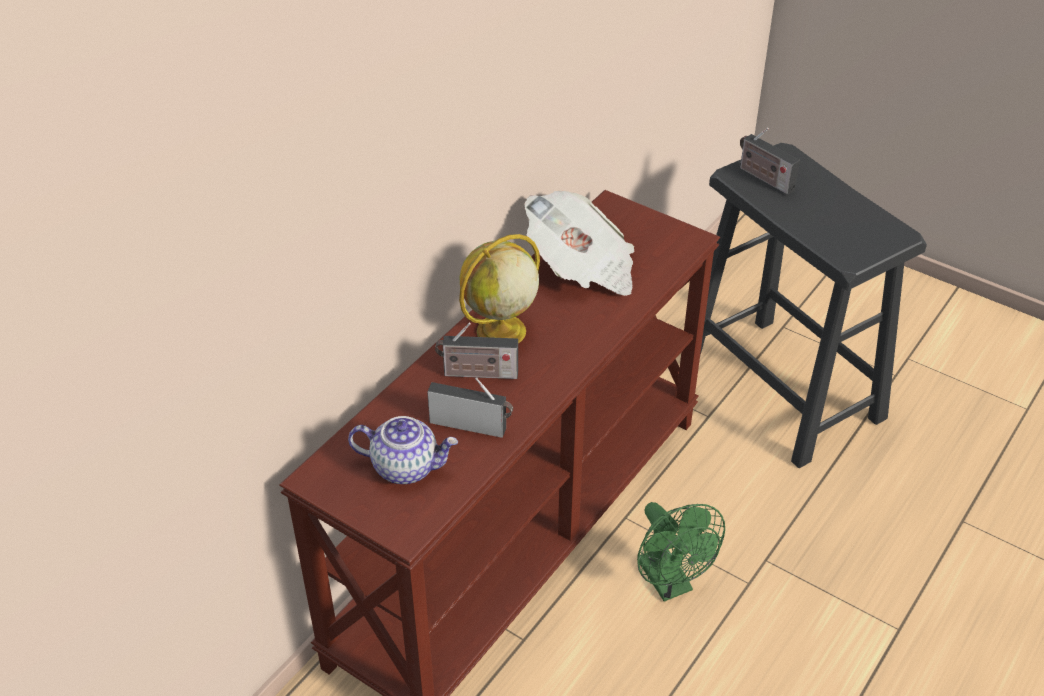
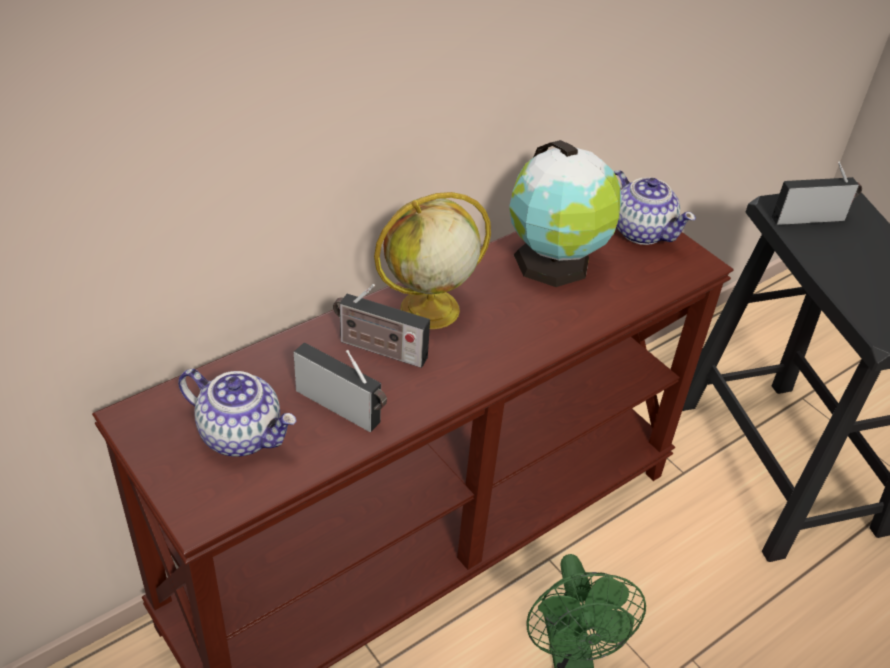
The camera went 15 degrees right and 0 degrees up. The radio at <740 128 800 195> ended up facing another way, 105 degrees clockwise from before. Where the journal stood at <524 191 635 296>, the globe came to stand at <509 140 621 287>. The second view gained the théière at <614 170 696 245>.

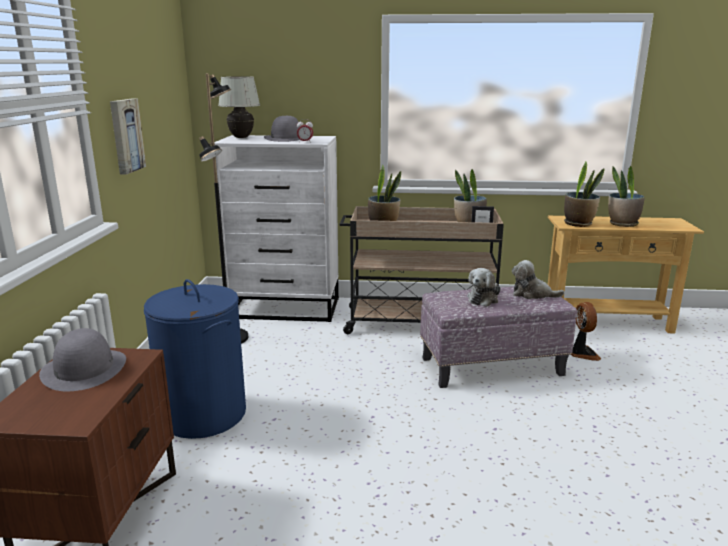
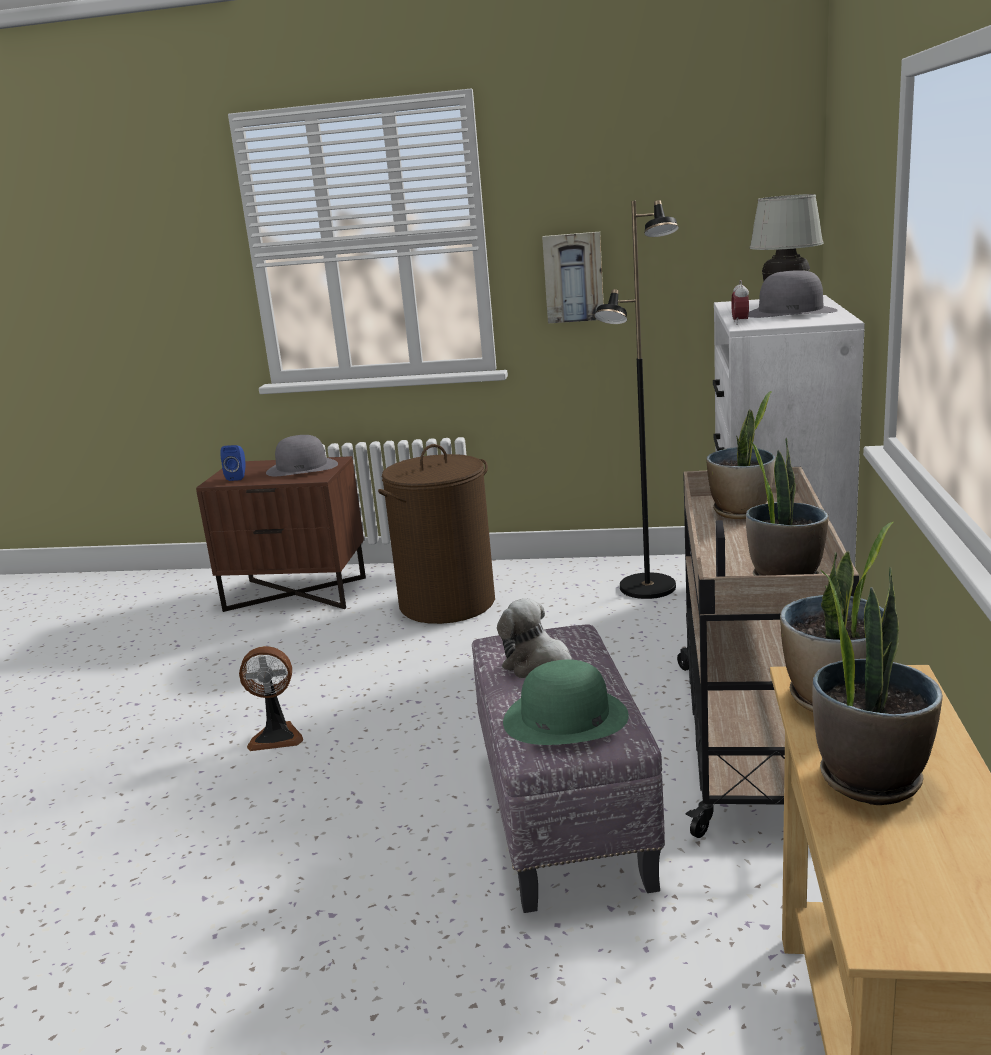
The camera went 95 degrees right and 0 degrees up. Where the peluche stood at <512 260 565 299>, the chapeau/vert came to stand at <503 660 629 745>. What was the panier à linge/bleu at <144 279 246 439> turned into the panier à linge/marron at <378 444 495 624>. The ventilateur ended up elsewhere, having gone from <571 302 601 361> to <239 646 303 751>. The second view gained the enceinte/bleu at <220 445 245 481>.

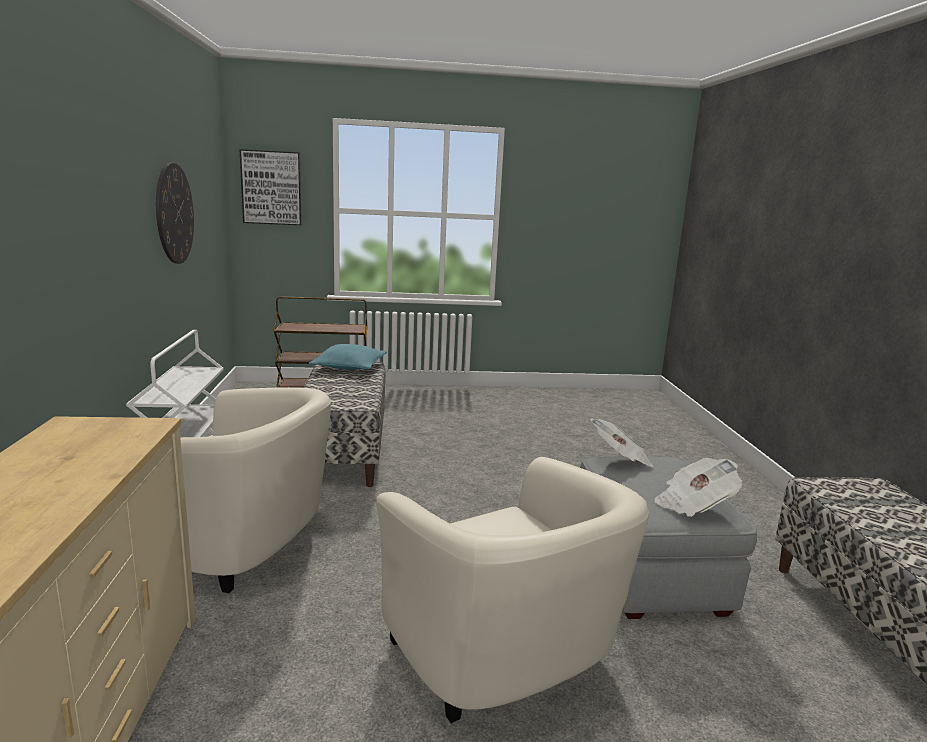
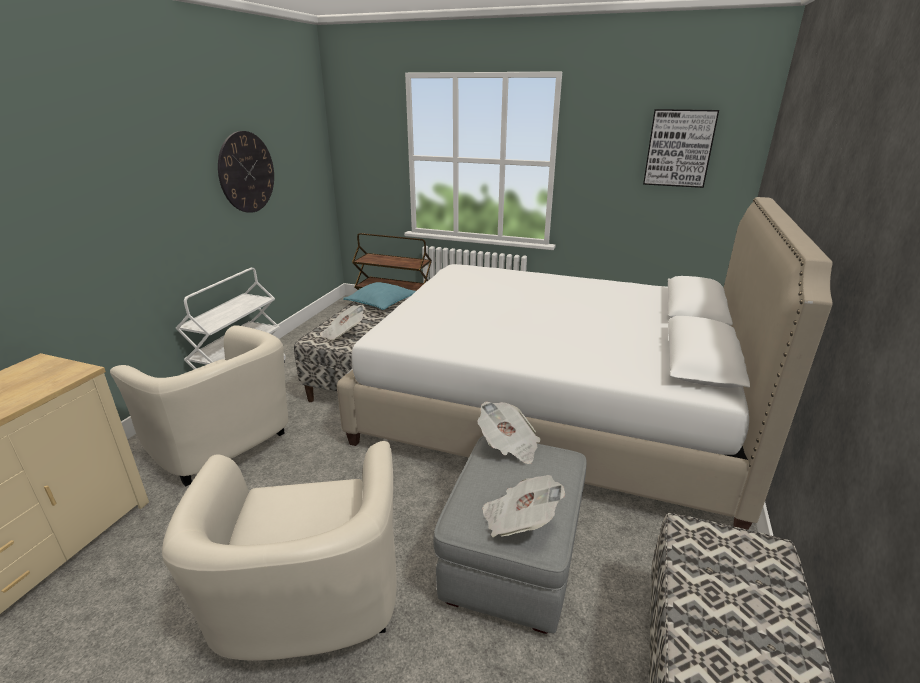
The camera went 25 degrees right and 10 degrees up. The tableau ended up elsewhere, having gone from <239 149 302 225> to <643 109 719 188>. The second view gained the lit/blanc at <337 197 833 530>. The second view gained the journal at <320 305 366 341>.

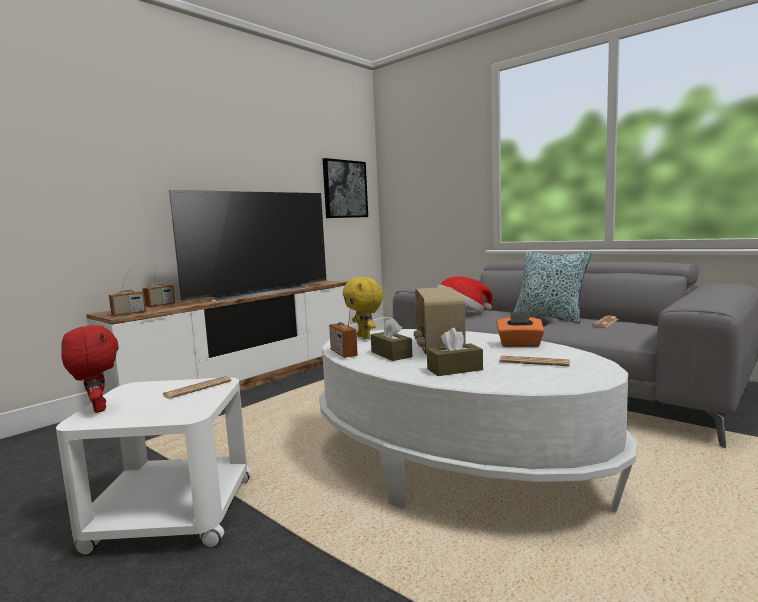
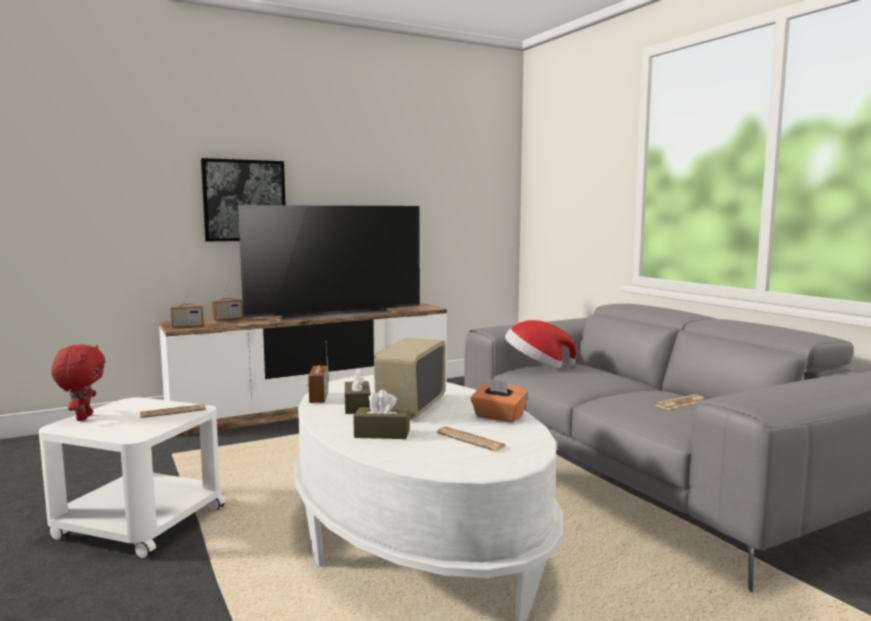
The camera went 20 degrees right and 0 degrees up. The tableau ended up elsewhere, having gone from <323 158 368 218> to <201 158 285 242>. The second view lost the coussin at <514 251 592 323>. The second view lost the peluche/jaune at <343 277 383 339>.

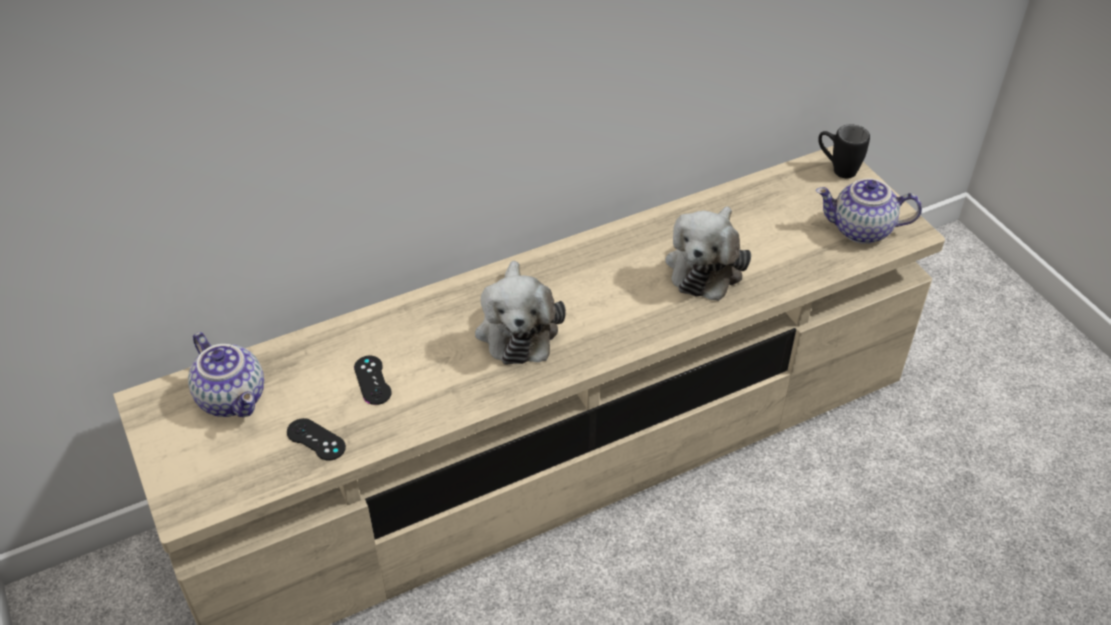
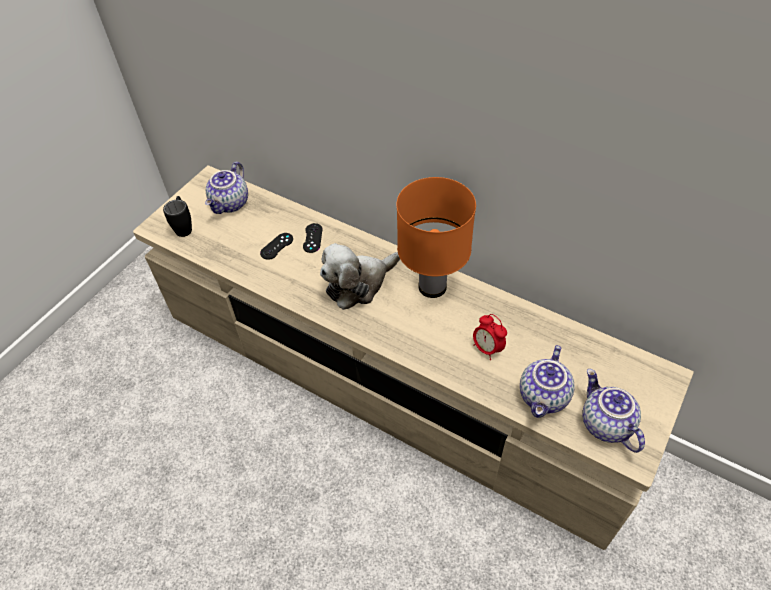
The camera went 60 degrees right and 5 degrees up. The mug/noir ended up elsewhere, having gone from <818 124 870 178> to <163 196 192 237>. Where the peluche stood at <665 206 751 301>, the réveil came to stand at <473 314 507 360>. The manette/noir ended up elsewhere, having gone from <287 418 346 461> to <303 223 323 253>. The second view gained the lampe de table/orange at <396 177 476 298>. The second view gained the théière at <520 345 574 418>.

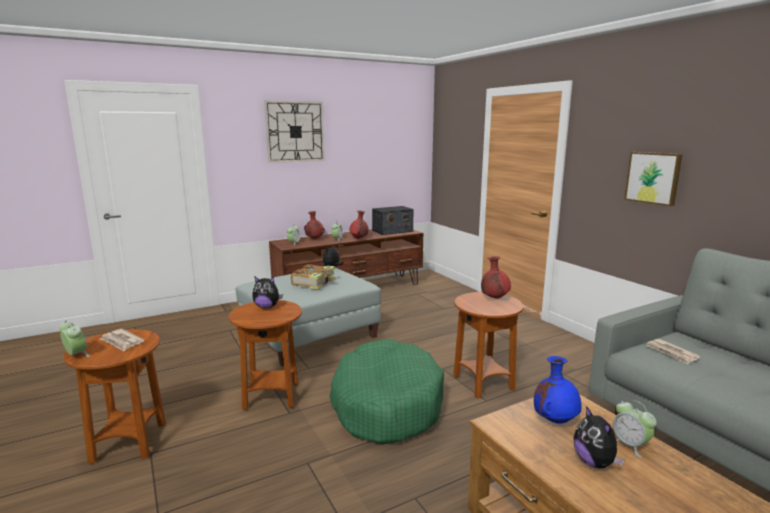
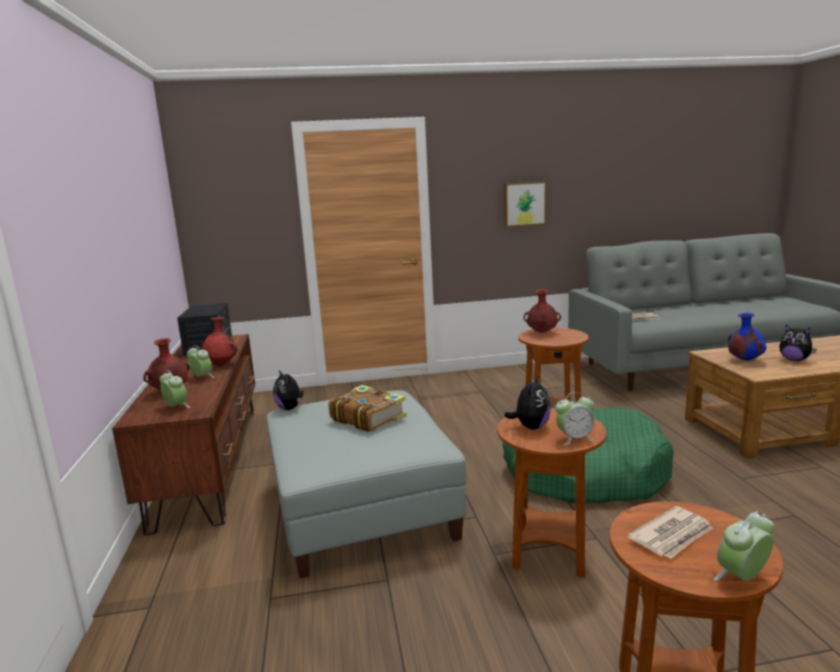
The camera went 70 degrees left and 0 degrees up. The second view lost the horloge murale at <264 100 325 163>. The réveil ended up elsewhere, having gone from <613 400 657 458> to <555 392 594 445>. The peluche at <574 406 625 468> ended up facing another way, 45 degrees clockwise from before.

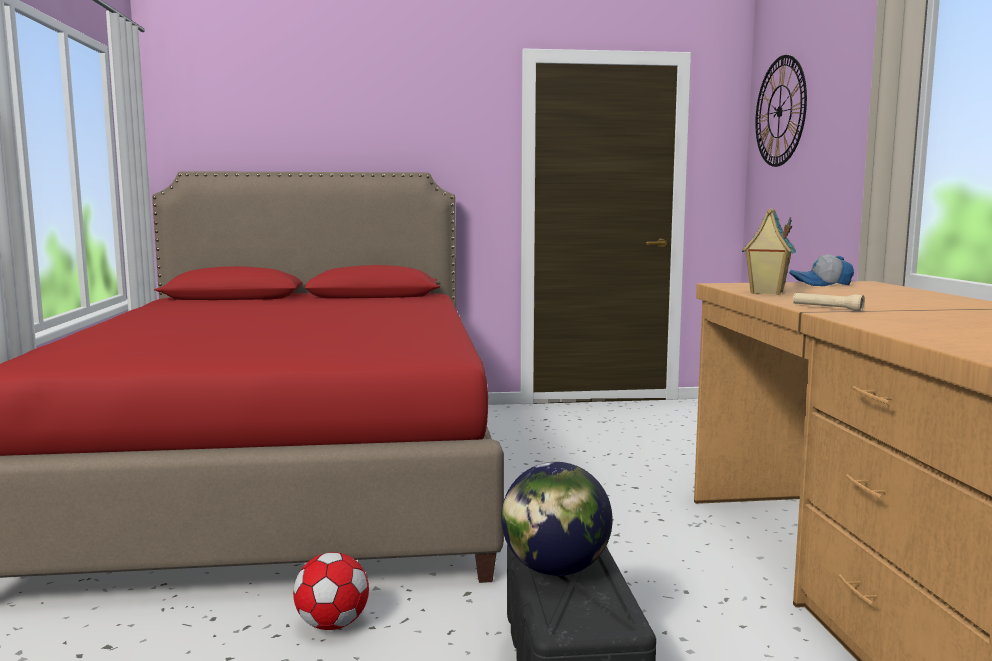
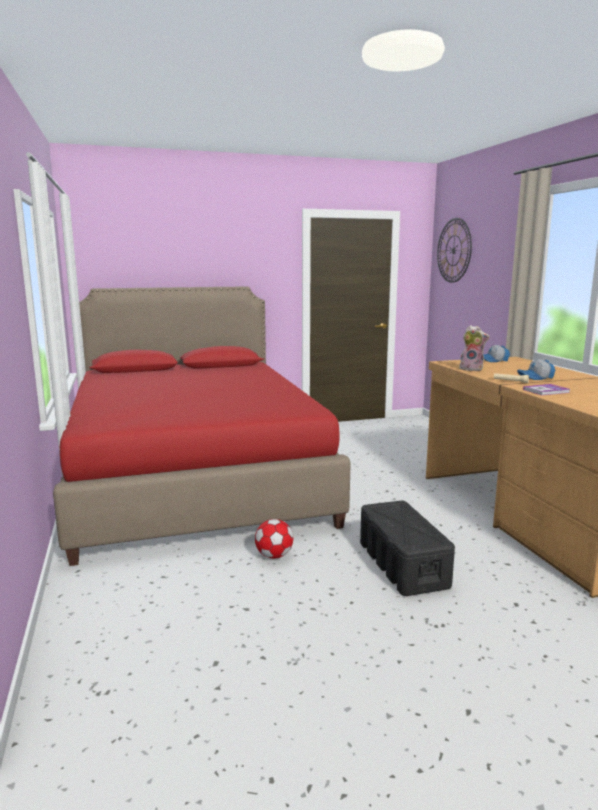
The camera went 10 degrees left and 5 degrees up. Where the maison miniature stood at <741 208 796 295>, the peluche came to stand at <459 325 490 371>. The second view lost the globe at <501 462 613 576>. The second view gained the casquette at <517 359 555 380>. The second view gained the livre at <523 384 570 395>.

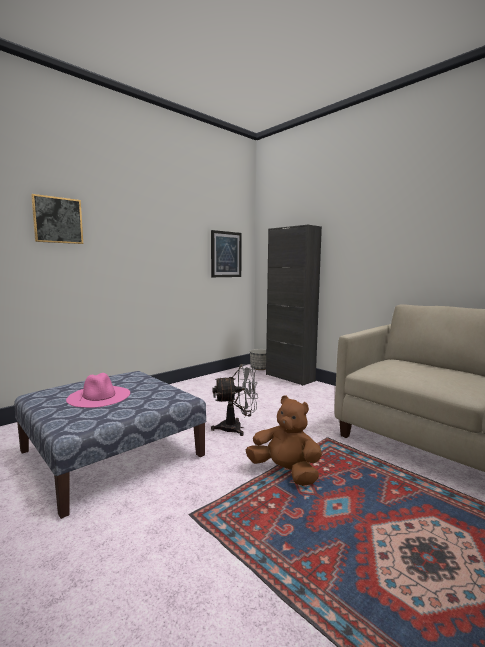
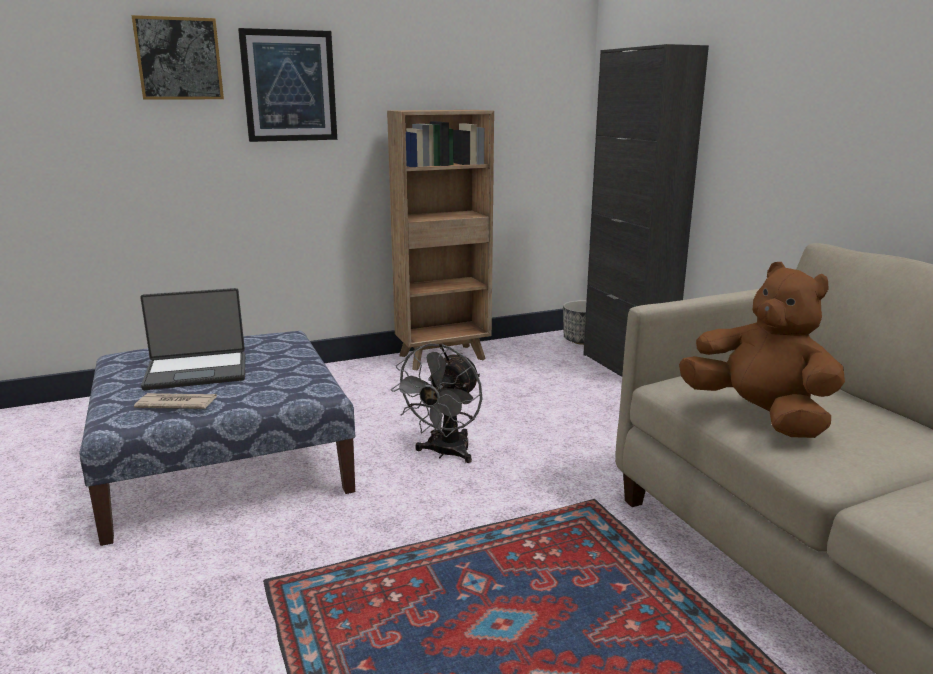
The camera went 20 degrees right and 10 degrees up. The tableau ended up elsewhere, having gone from <211 230 242 277> to <238 28 337 142>. The ventilateur/gris at <211 364 258 436> ended up facing another way, 105 degrees clockwise from before. Where the chapeau/rose stood at <66 373 130 408>, the ordinateur portable came to stand at <140 288 245 390>. The peluche/marron ended up elsewhere, having gone from <246 396 322 486> to <679 262 845 438>. The second view gained the bibliothèque/marron at <387 110 494 370>. The second view gained the journal at <134 393 217 409>.

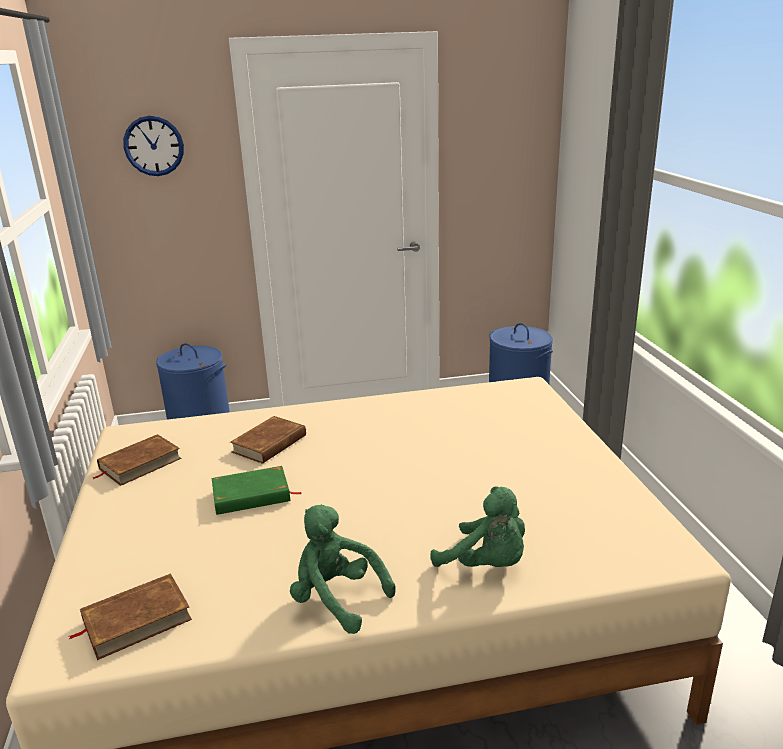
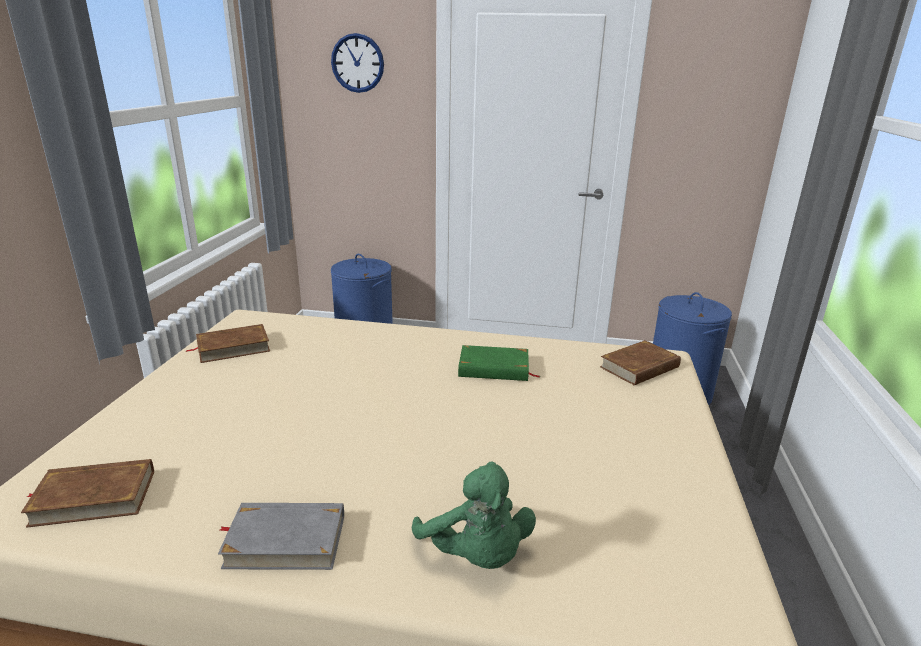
The camera went 20 degrees right and 0 degrees up. The livre/marron ended up elsewhere, having gone from <230 416 306 464> to <600 340 681 385>. The livre/vert ended up elsewhere, having gone from <212 466 301 515> to <458 345 540 381>. Where the peluche/vert stood at <290 505 396 634>, the livre/gris came to stand at <218 503 344 570>.

